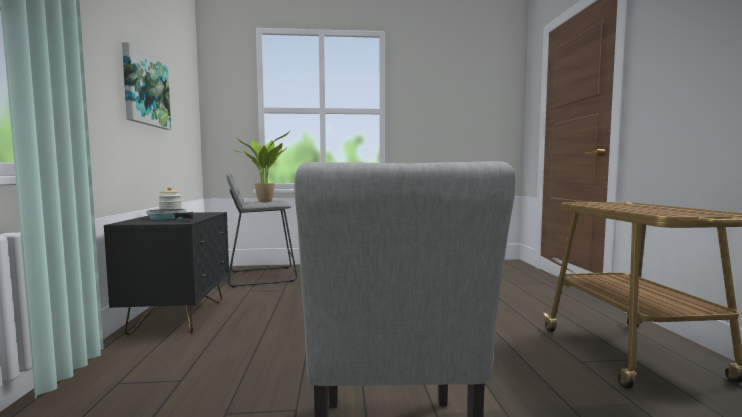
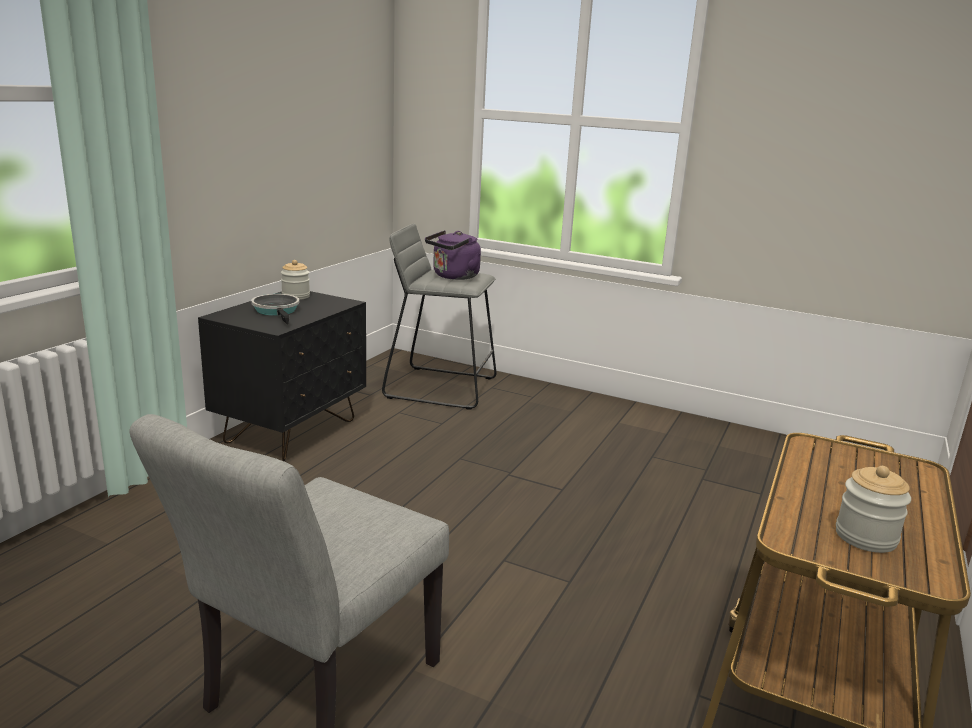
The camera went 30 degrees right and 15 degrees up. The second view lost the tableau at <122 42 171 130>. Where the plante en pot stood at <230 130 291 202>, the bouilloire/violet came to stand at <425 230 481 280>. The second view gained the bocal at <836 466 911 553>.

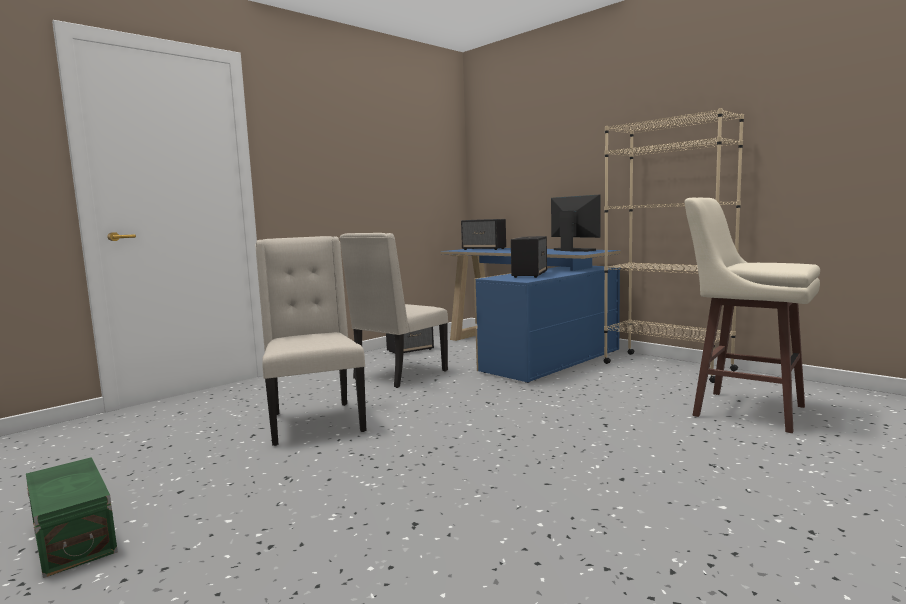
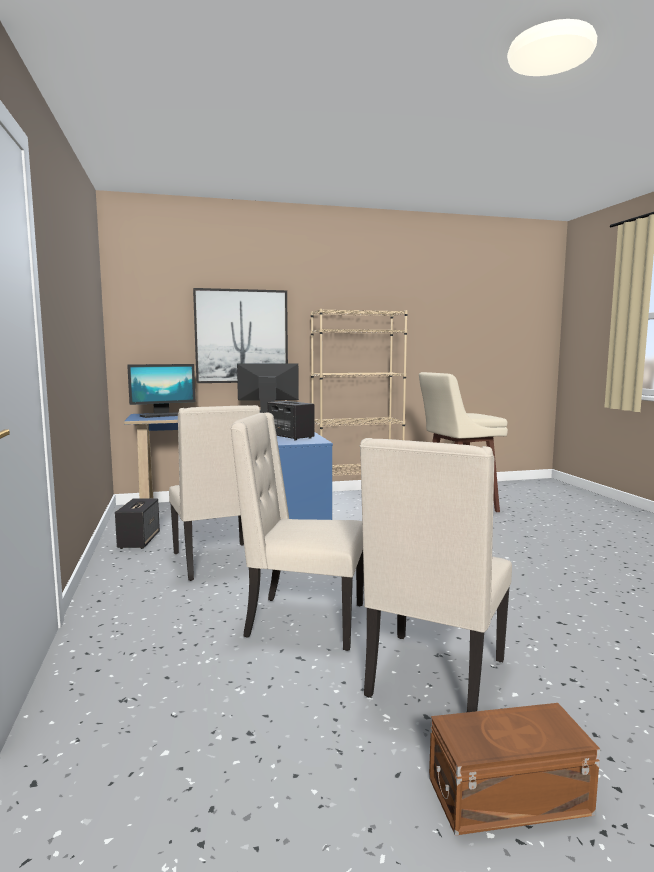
The camera went 60 degrees left and 0 degrees up. Where the enceinte stood at <461 219 506 250>, the écran d'ordinateur came to stand at <127 364 195 418>. What was the boîte de rangement/vert at <26 457 118 578> turned into the boîte de rangement/marron at <429 703 600 836>. The second view gained the tableau at <193 288 288 383>. The second view gained the chaise/beige at <360 438 512 712>.

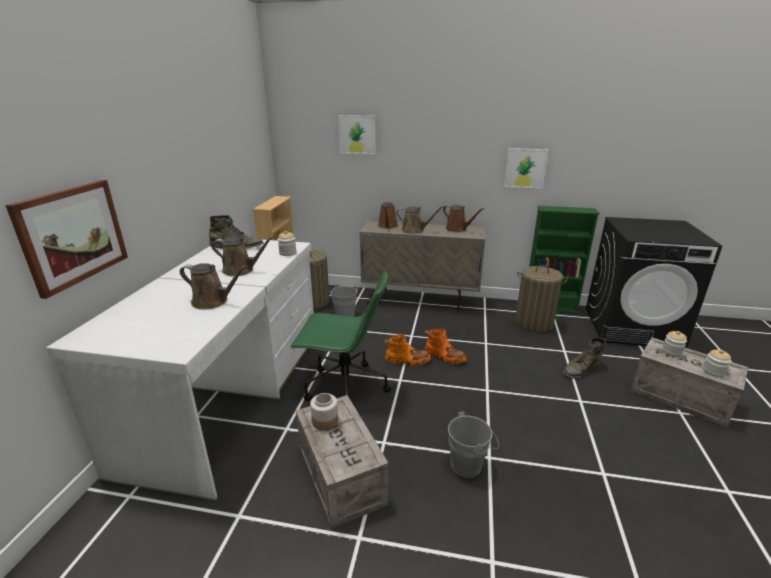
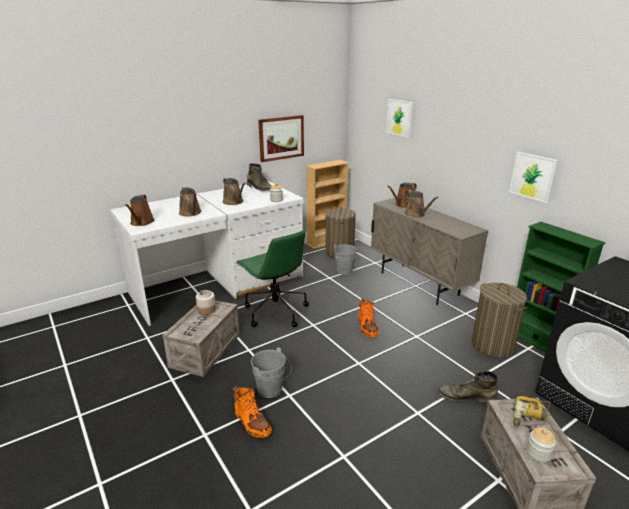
The camera went 45 degrees right and 0 degrees up. The tableau ended up elsewhere, having gone from <5 180 128 299> to <258 115 304 162>. The arrosoir/marron ended up elsewhere, having gone from <443 205 484 232> to <125 194 155 226>. Where the bocal stood at <662 331 687 357>, the perceuse came to stand at <513 396 551 427>. The botte/orange ended up elsewhere, having gone from <384 333 431 366> to <233 386 272 438>.

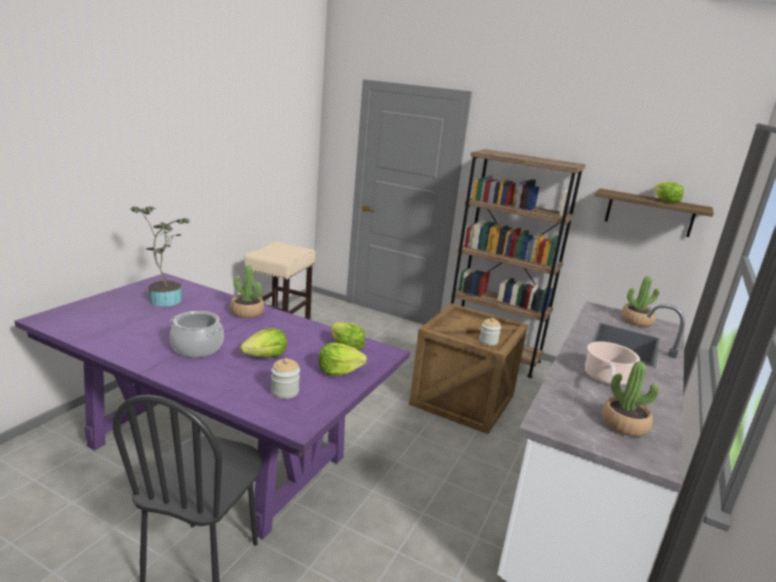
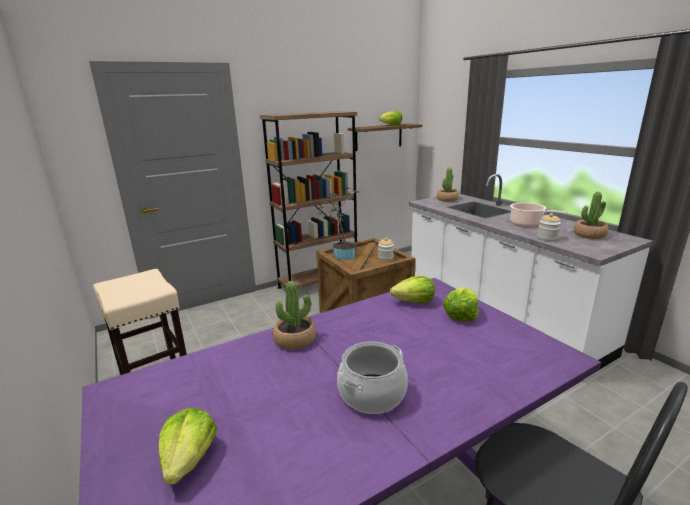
The camera went 55 degrees left and 0 degrees up. The plante en pot ended up elsewhere, having gone from <131 206 190 307> to <318 187 360 260>. The laitue ended up elsewhere, having gone from <240 328 287 357> to <159 408 217 485>. The bocal ended up elsewhere, having gone from <271 358 300 399> to <537 213 561 242>.

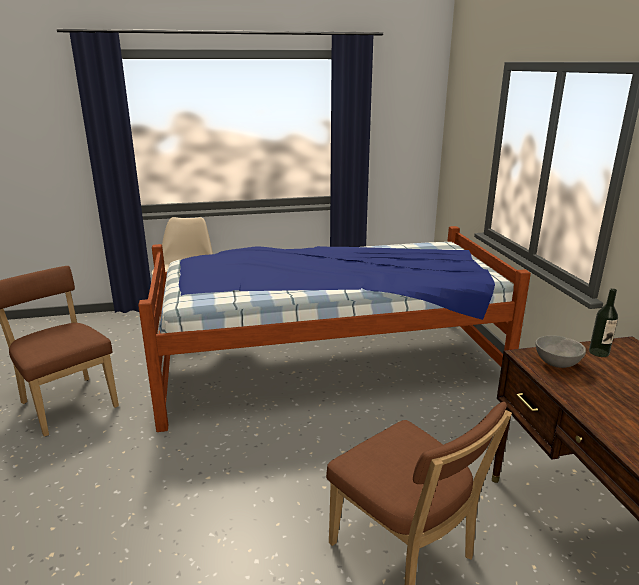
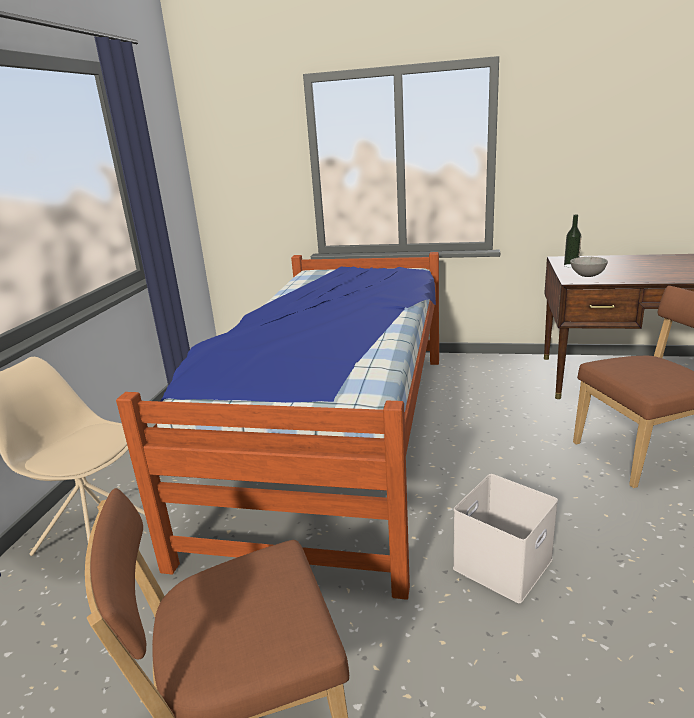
The camera went 65 degrees left and 0 degrees up. The second view gained the boîte de rangement/blanc at <453 474 558 603>.

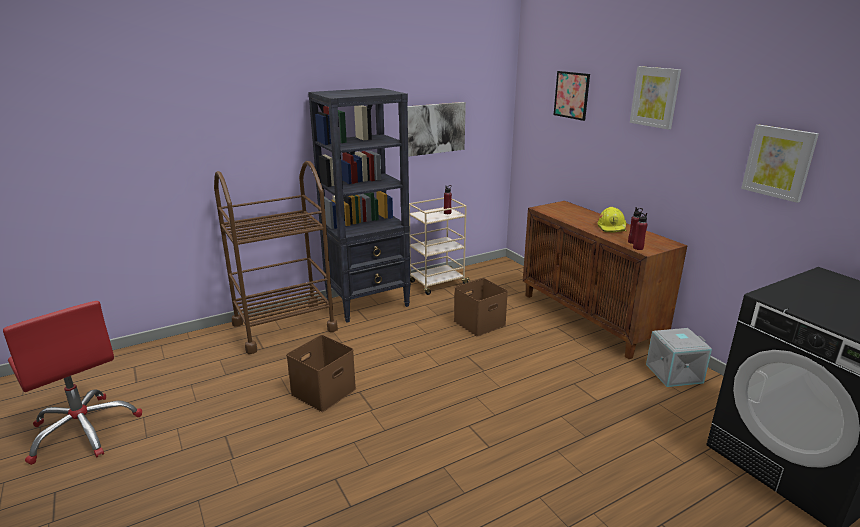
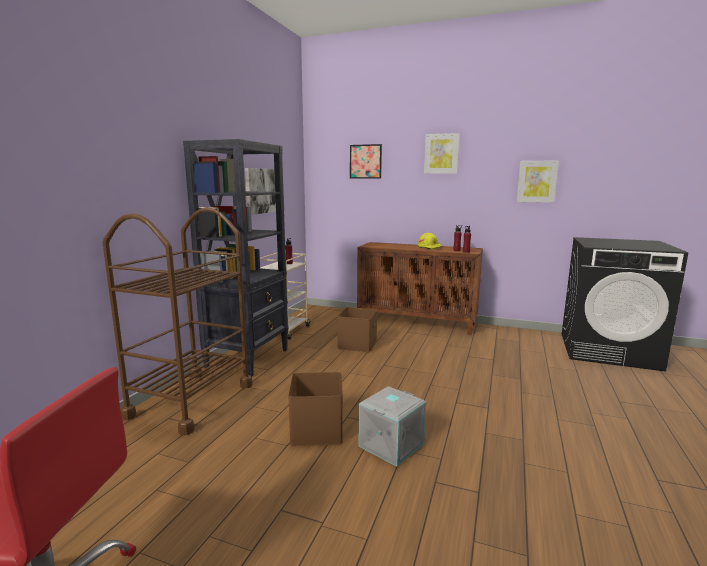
The camera went 40 degrees left and 10 degrees down. The boîte de rangement/gris ended up elsewhere, having gone from <646 328 712 387> to <358 386 426 467>.

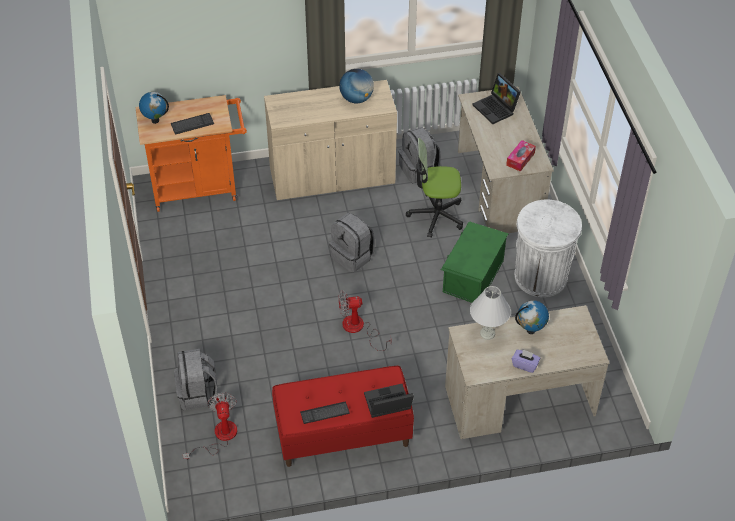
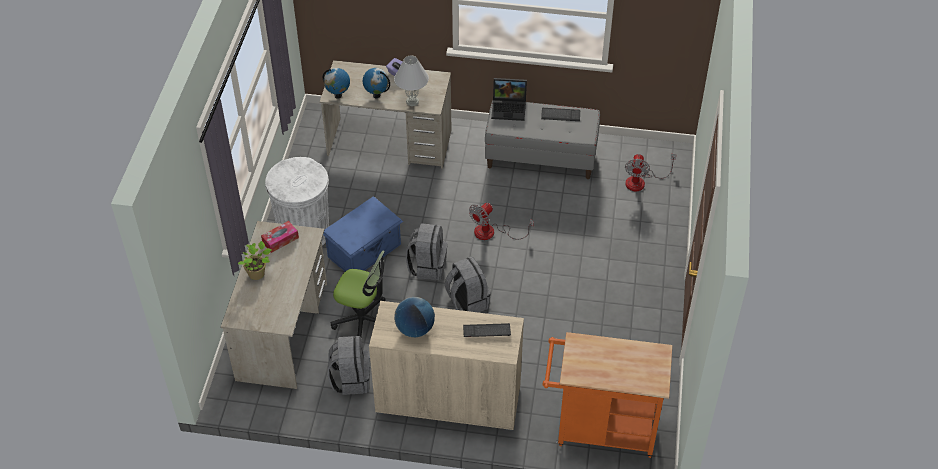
The camera went 160 degrees left and 0 degrees up. The second view lost the ordinateur portable at <473 73 521 124>. The globe ended up elsewhere, having gone from <139 92 169 124> to <323 68 350 99>. The clavier ended up elsewhere, having gone from <171 113 214 135> to <463 323 511 337>. What was the boîte de rangement/vert at <441 221 508 303> turned into the boîte de rangement/bleu at <323 196 403 271>. The ventilateur at <339 290 391 351> ended up facing another way, 120 degrees clockwise from before. The sac à dos/gris ended up elsewhere, having gone from <174 349 217 410> to <406 223 447 280>. What was the banc/rouge at <272 366 414 467> turned into the banc/gris at <485 101 600 179>. The second view gained the plante en pot at <238 241 271 280>.

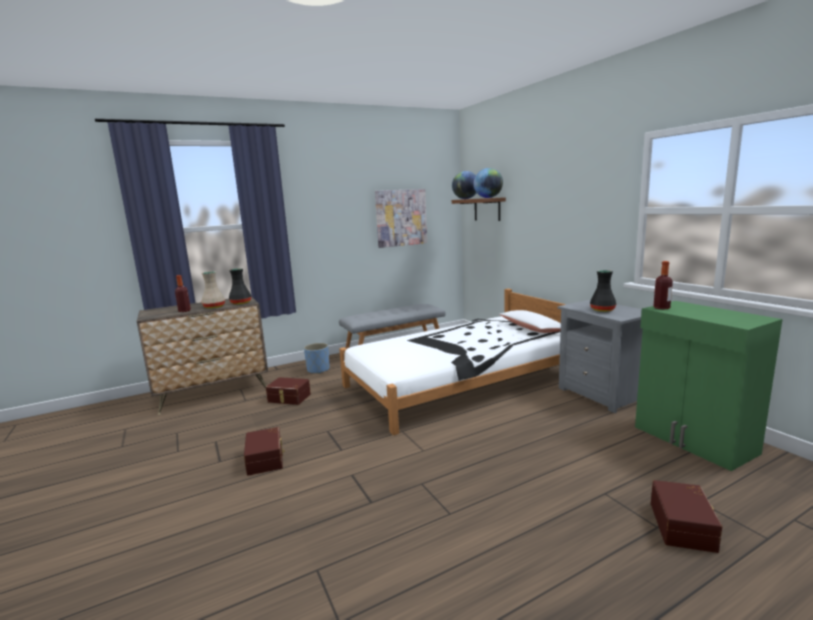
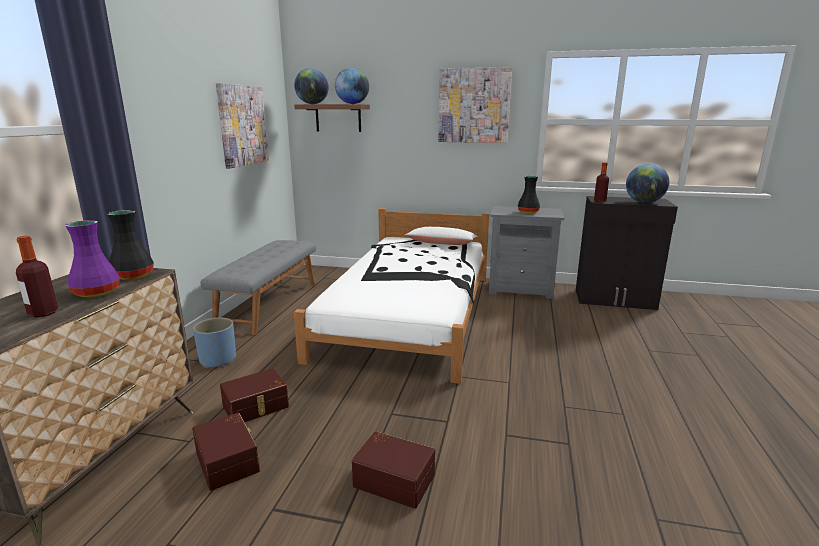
The camera went 50 degrees left and 5 degrees up. What was the vase/beige at <201 271 225 309> turned into the vase/violet at <65 220 120 297>. What was the meuble de rangement/vert at <635 301 783 471> turned into the meuble de rangement/noir at <576 196 678 310>. The boîte de rangement/marron ended up elsewhere, having gone from <651 480 722 553> to <192 413 260 491>. The second view gained the tableau at <438 67 512 143>. The second view gained the globe at <626 163 669 203>.

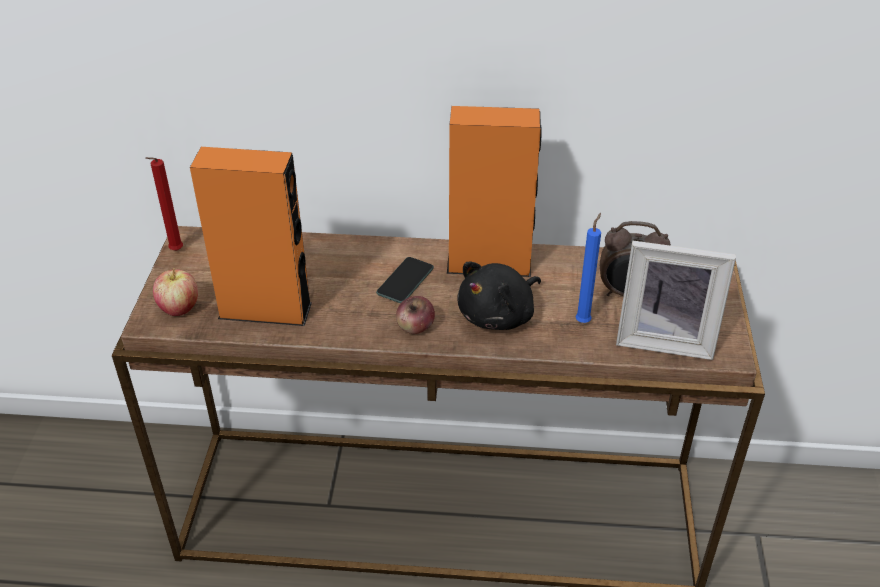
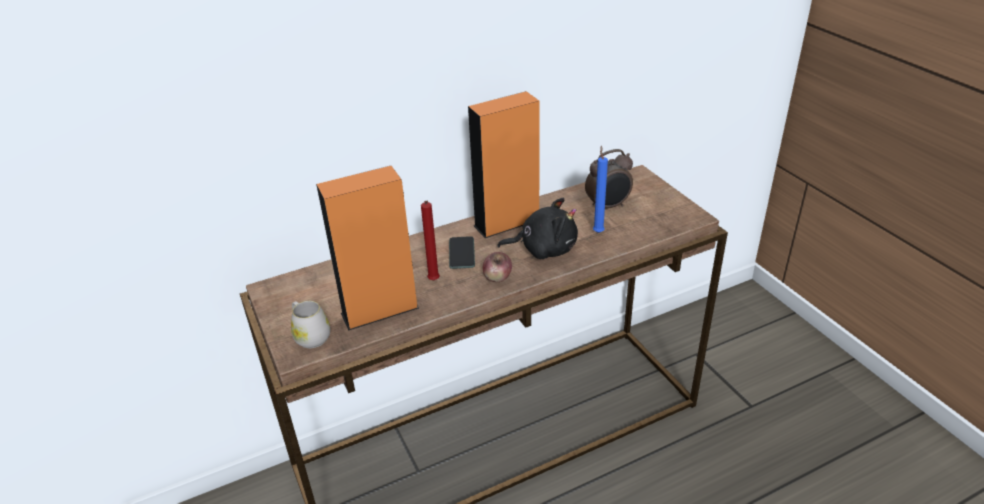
The camera went 30 degrees left and 5 degrees down. The bougie/rouge ended up elsewhere, having gone from <145 157 183 251> to <421 201 440 280>. The second view lost the cadre photo at <616 241 736 360>. The peluche/noir at <457 262 541 330> ended up facing another way, 105 degrees counterclockwise from before. Where the pomme stood at <153 268 198 316>, the mug/blanc came to stand at <291 301 330 348>.

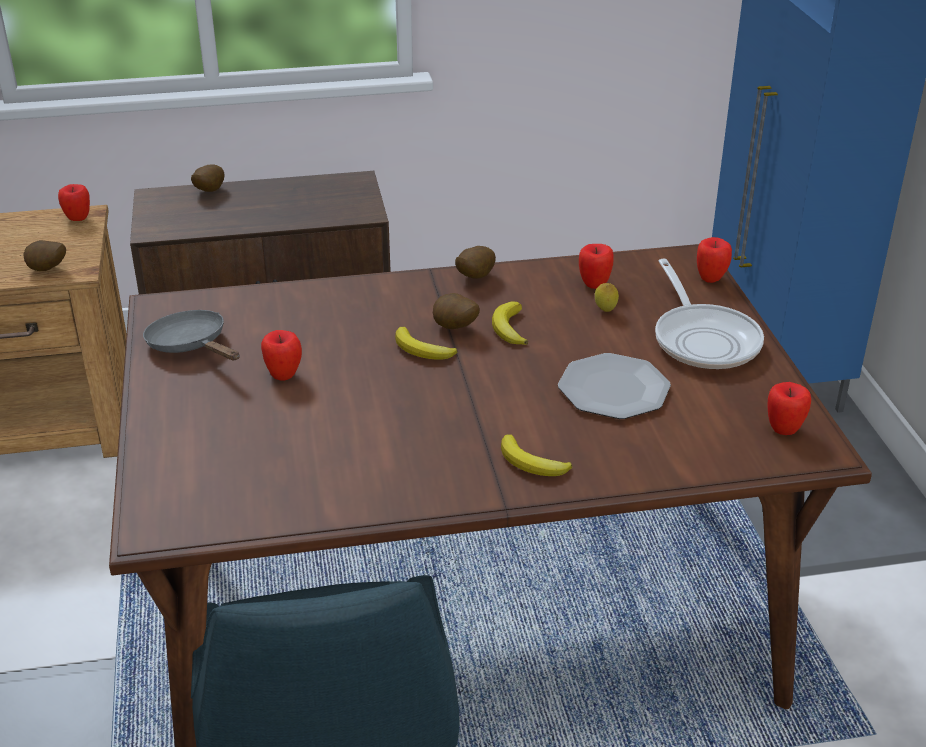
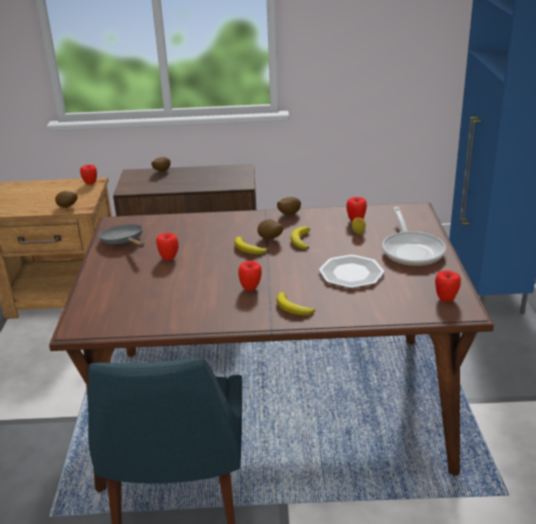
The camera went 10 degrees right and 5 degrees down. The pomme ended up elsewhere, having gone from <697 237 732 283> to <238 260 262 291>.

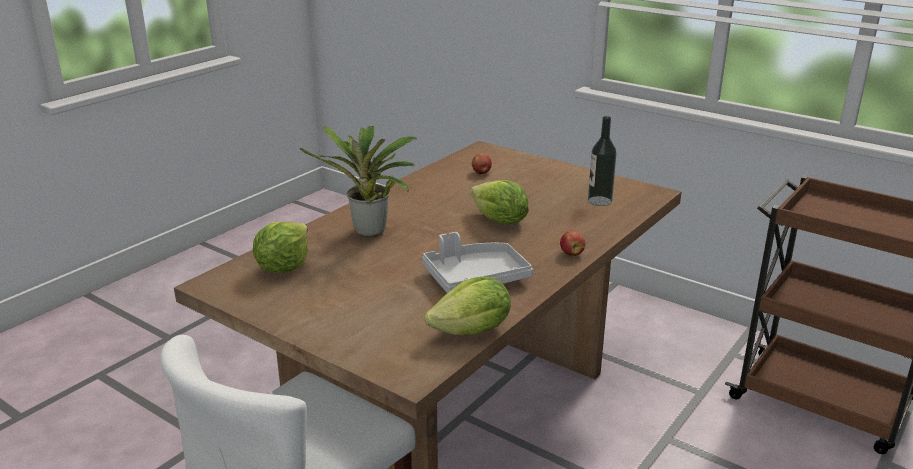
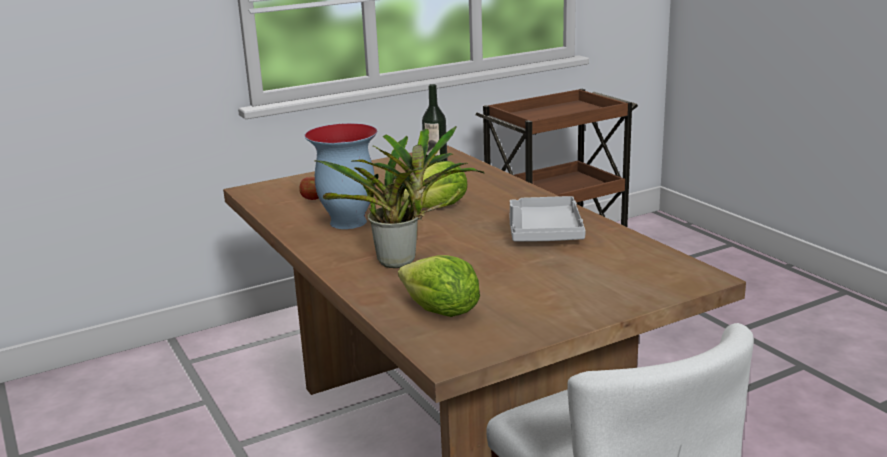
The camera went 65 degrees left and 5 degrees down. The second view lost the pomme at <560 230 585 256>. The second view lost the laitue at <424 276 511 334>. The second view gained the vase at <305 123 377 229>.

